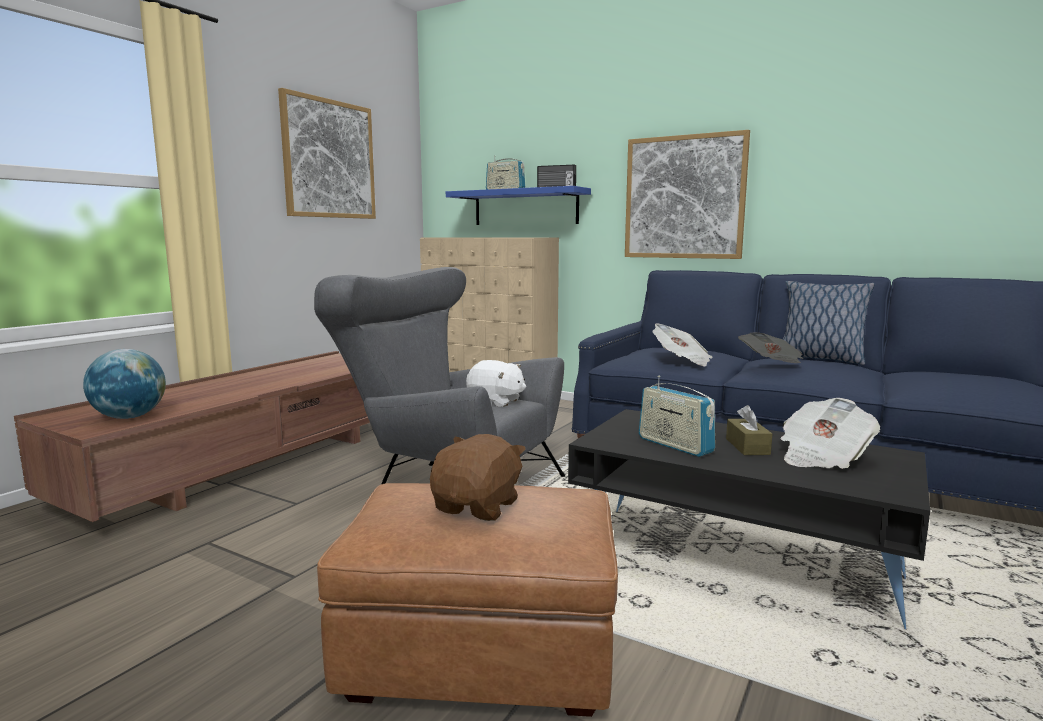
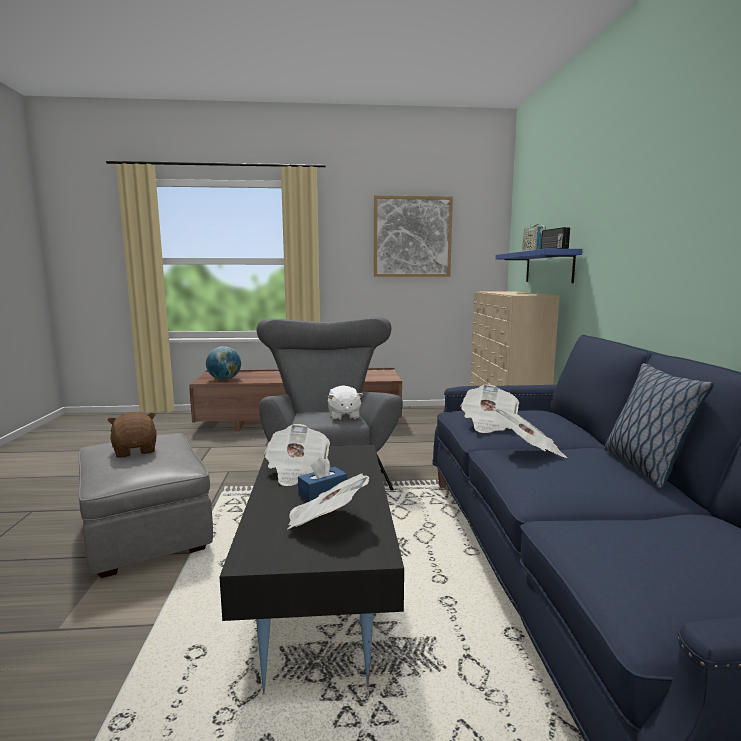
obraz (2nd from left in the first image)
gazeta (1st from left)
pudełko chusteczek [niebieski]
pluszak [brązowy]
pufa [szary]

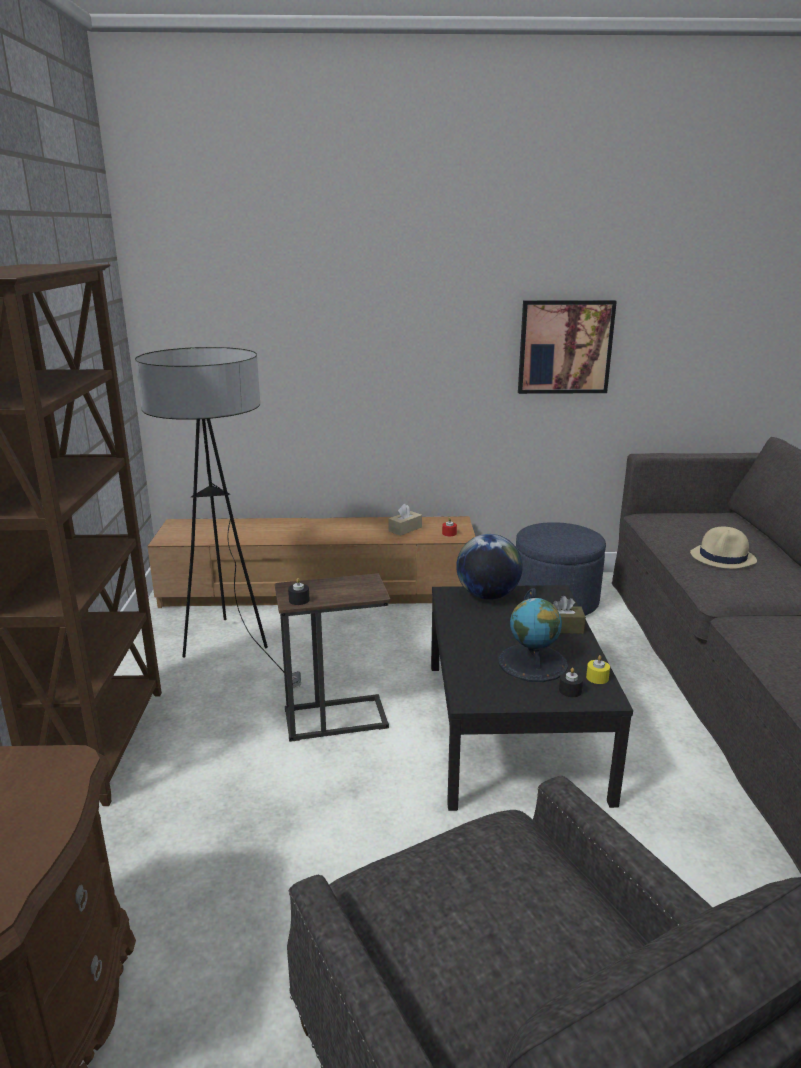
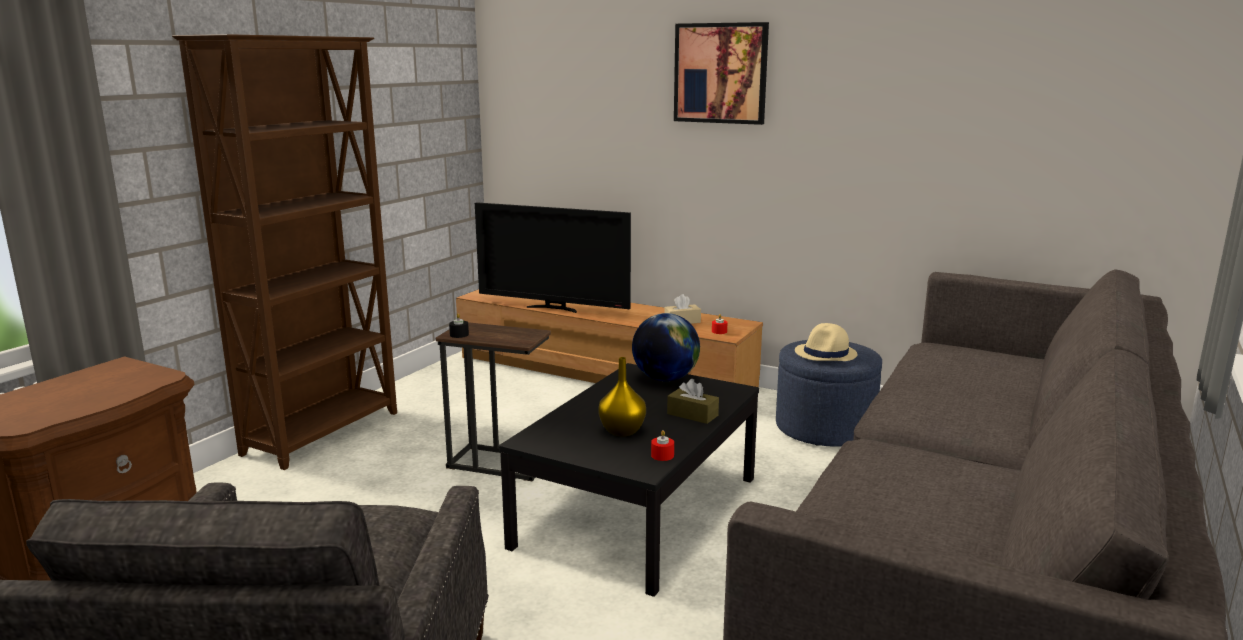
obraz
lampa stojąca
kapelusz [beżowy]
wazon [żółty]
świeca [czerwony] (1st from left)
świeca [czarny] (2nd from left in the first image)
telewizor

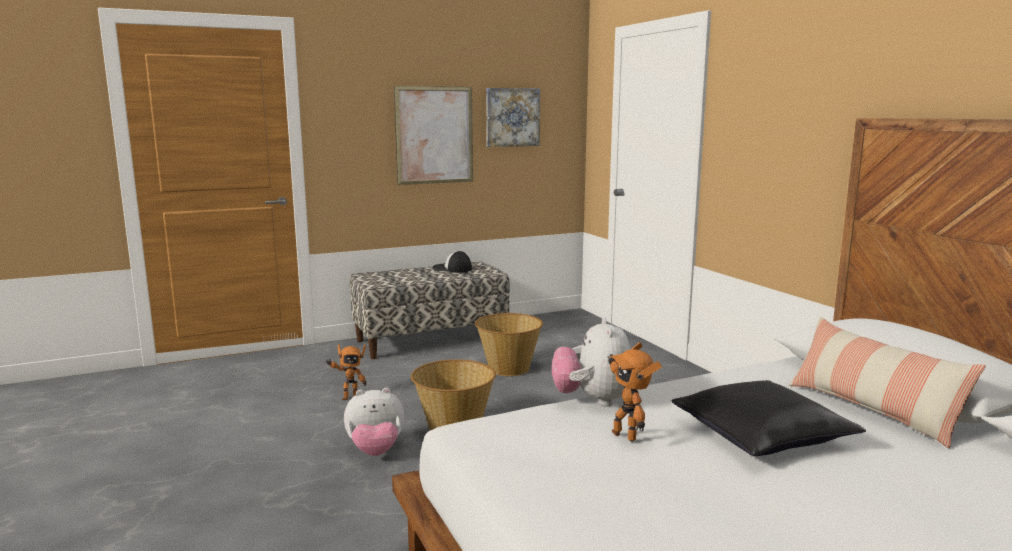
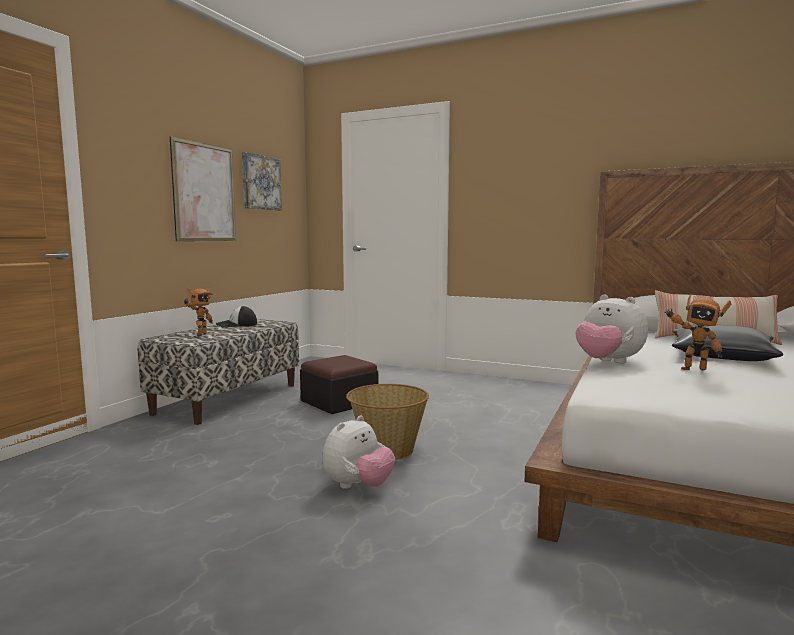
pufa
robot zabawkowy (1st from left)

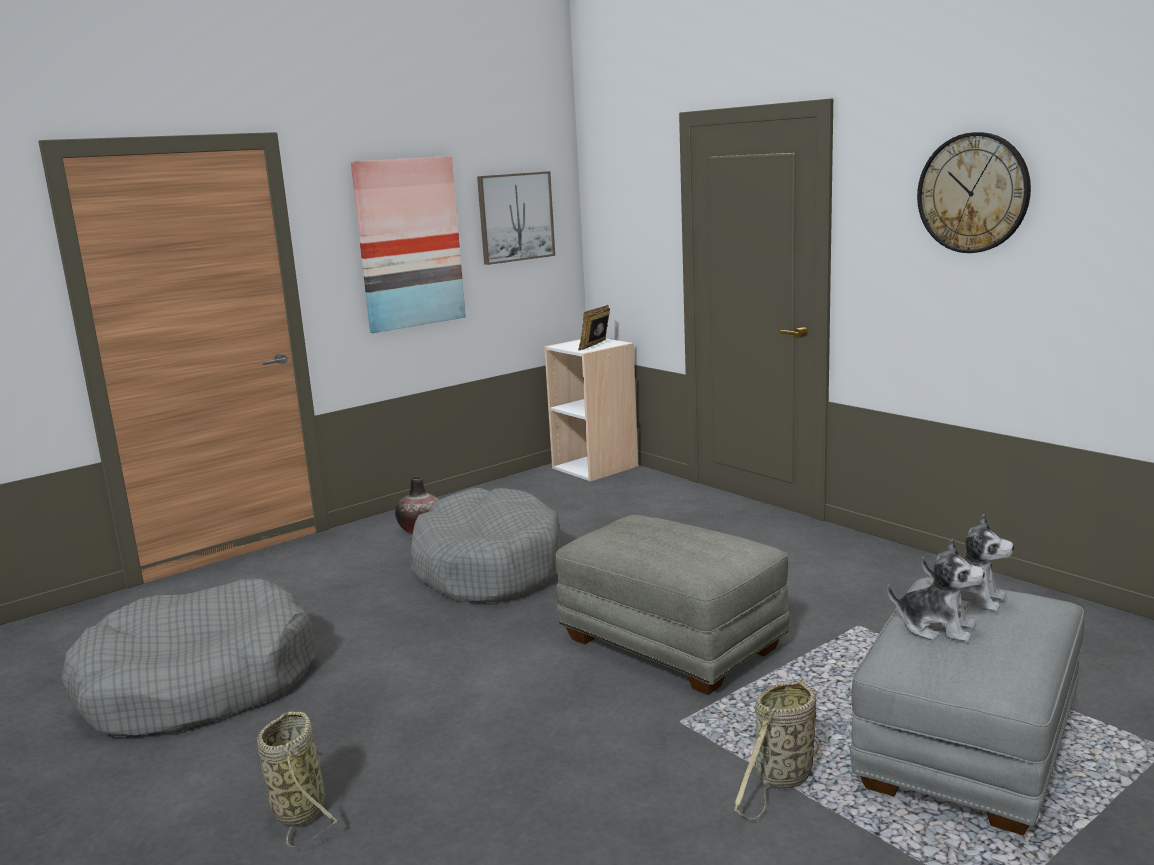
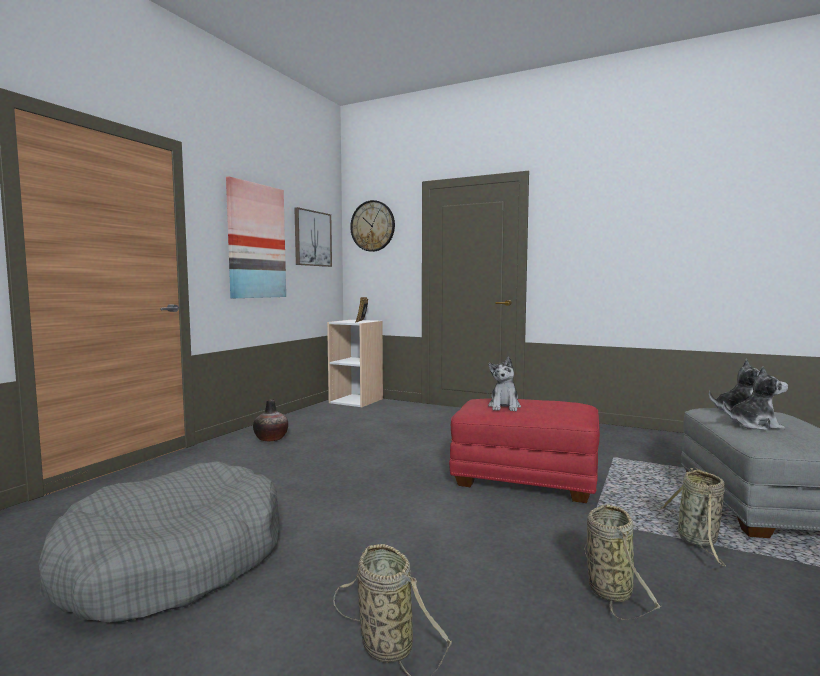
zegar ścienny
legowisko [szary] (2nd from left in the first image)
pufa [czerwony]
pluszak (1st from left)
koszyk (2nd from left)

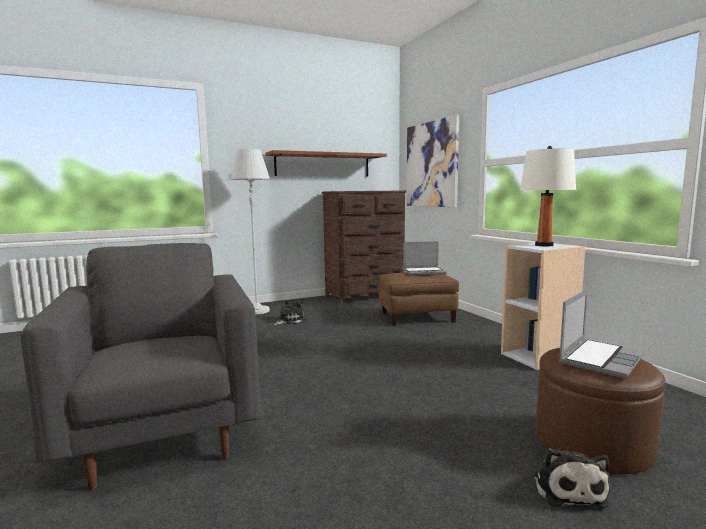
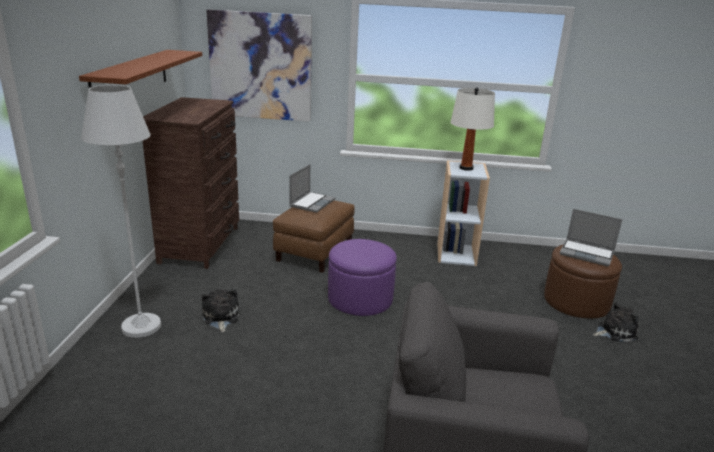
laptop (2nd from left)
pluszak (2nd from left)
pufa [fioletowy]

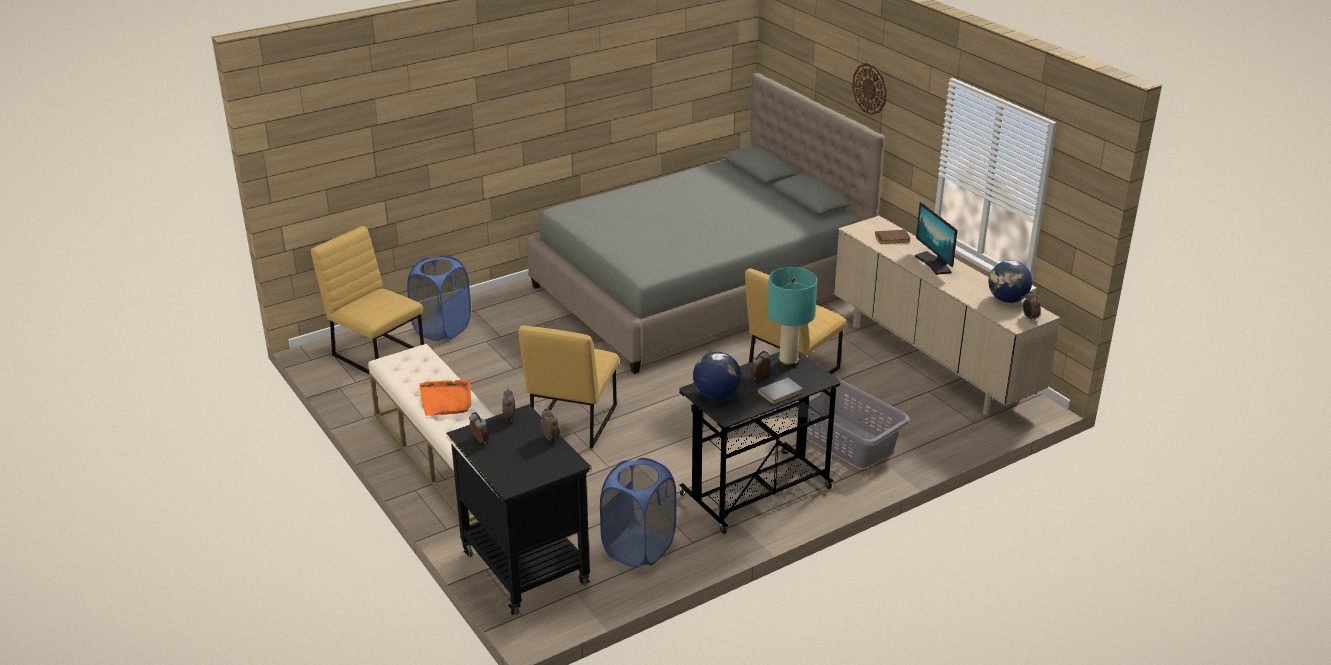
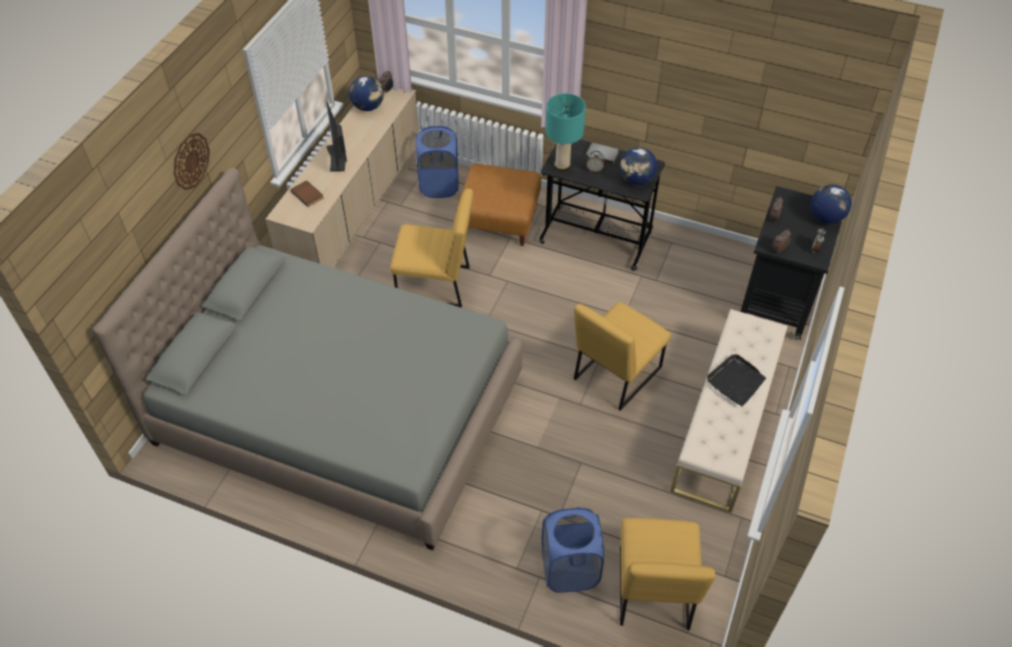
monitor
krzesło [żółty] (2nd from left)
pufa [brązowy]
taca [czarny]
kosz na pranie [niebieski] (1st from left)
globus (3rd from left)

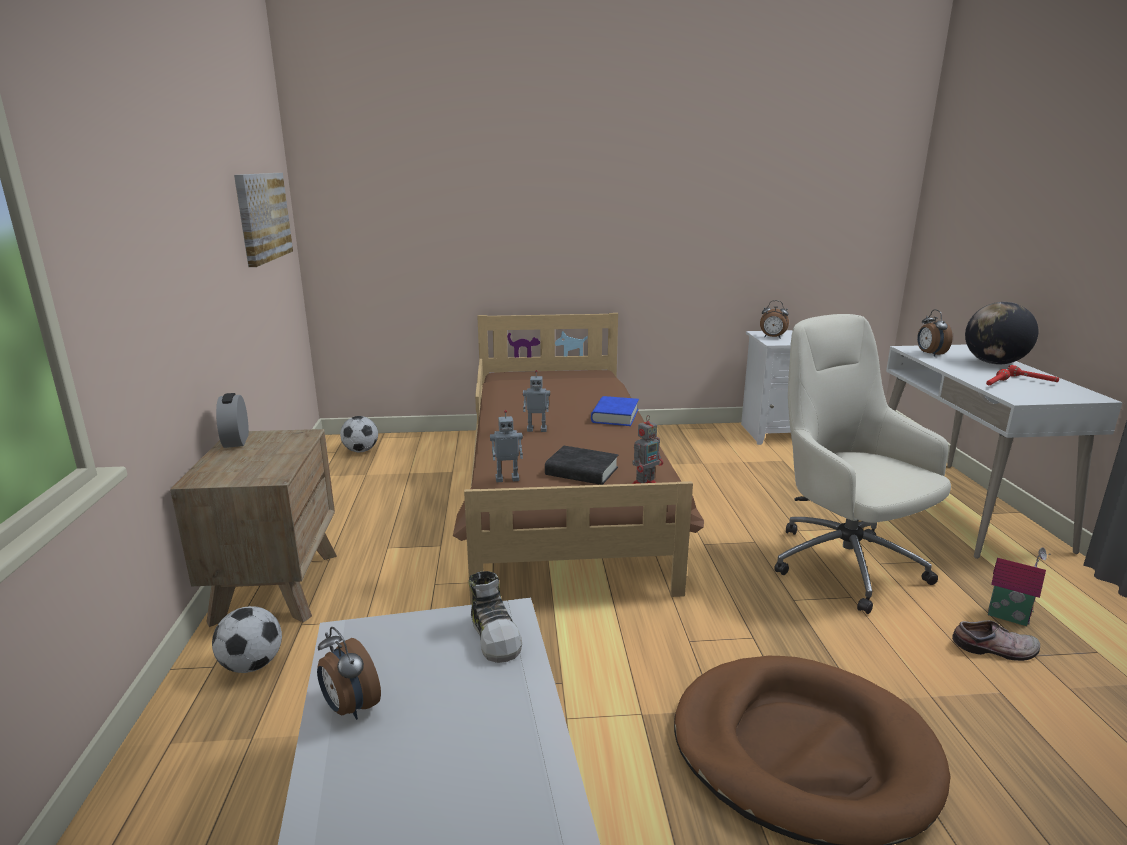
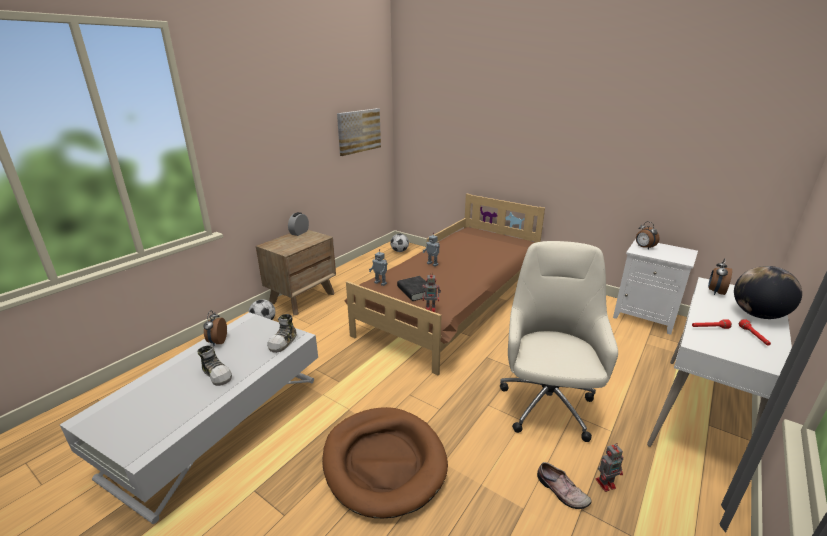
książka [niebieski]
robot zabawkowy (4th from left)
but (1st from left)

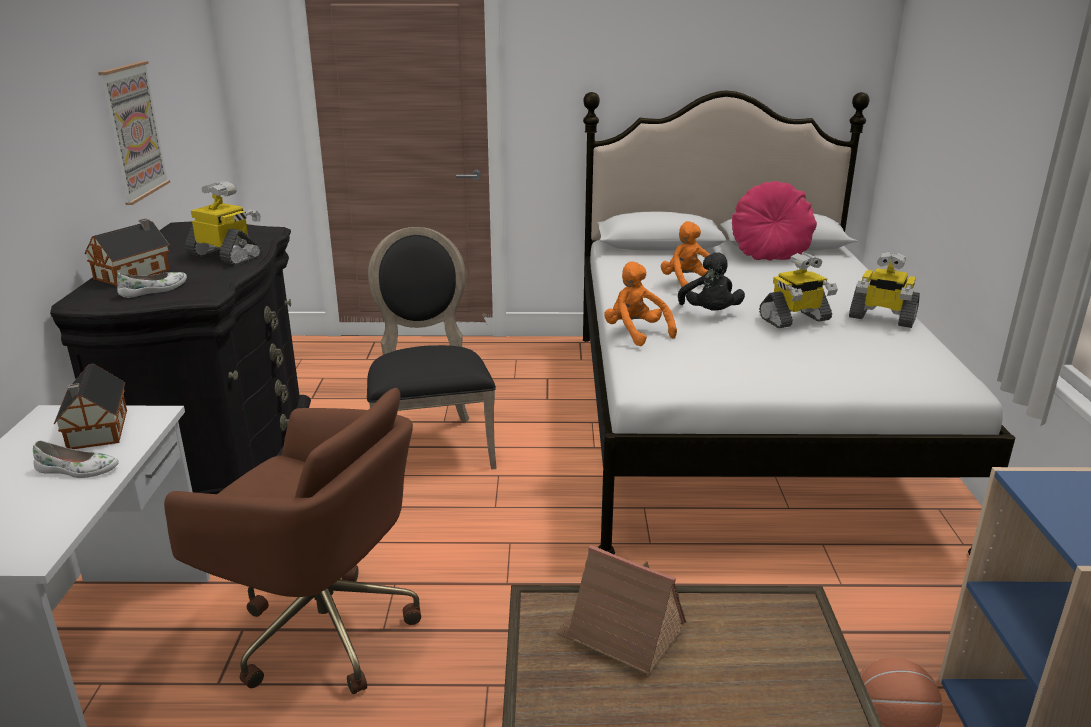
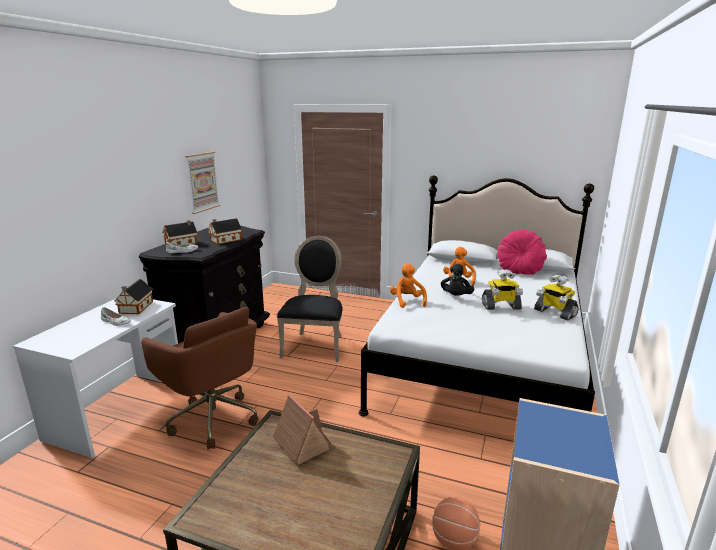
domek (3rd from left)

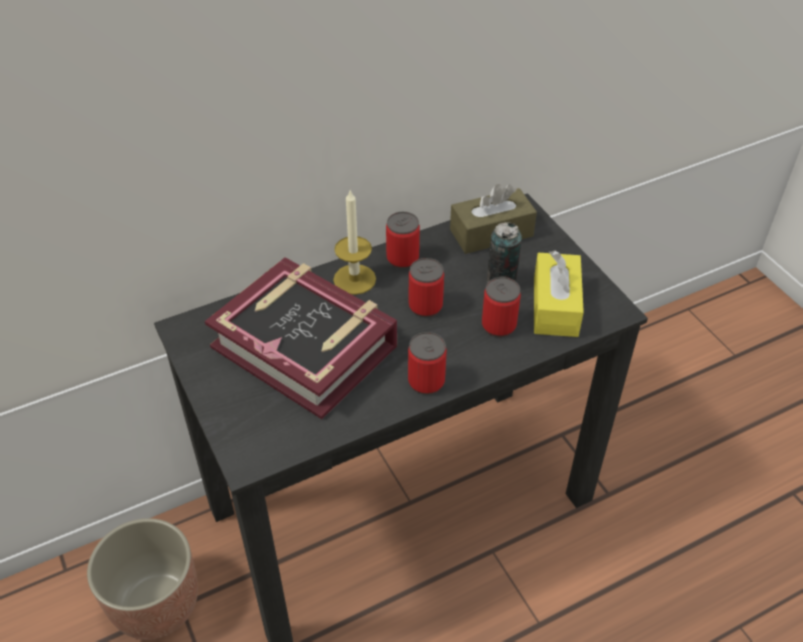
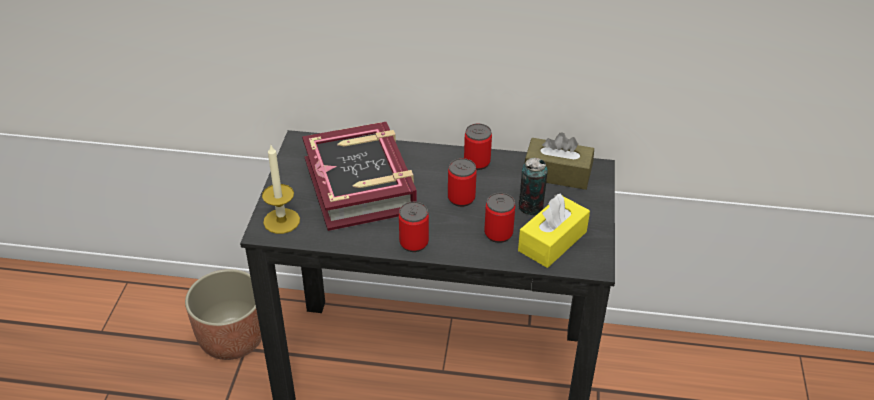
świeca

